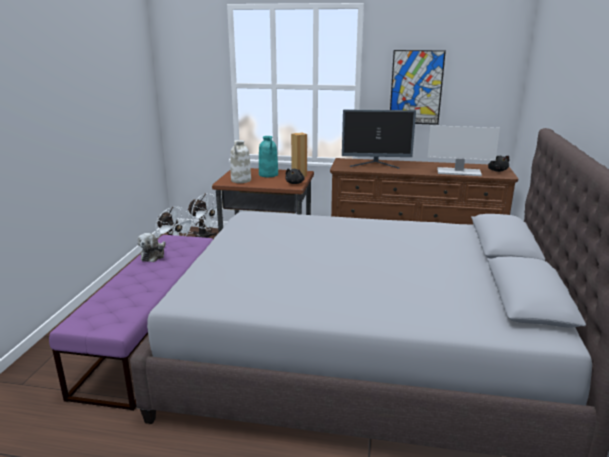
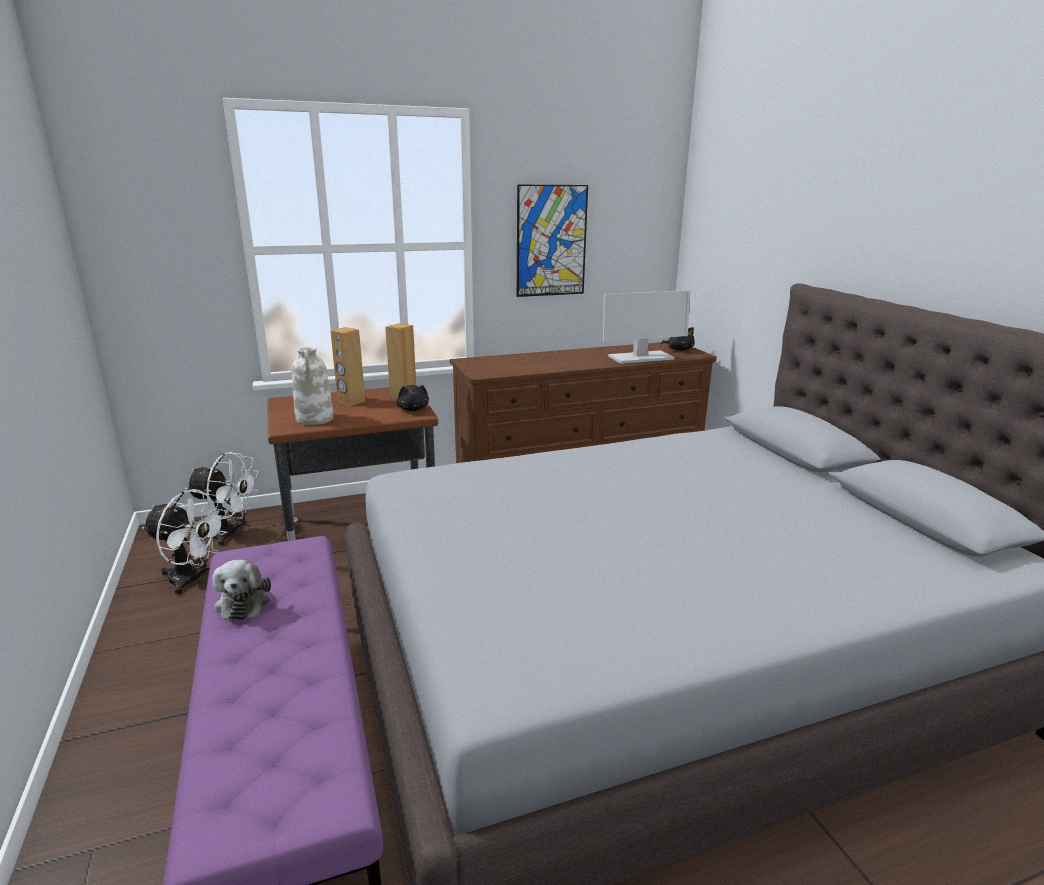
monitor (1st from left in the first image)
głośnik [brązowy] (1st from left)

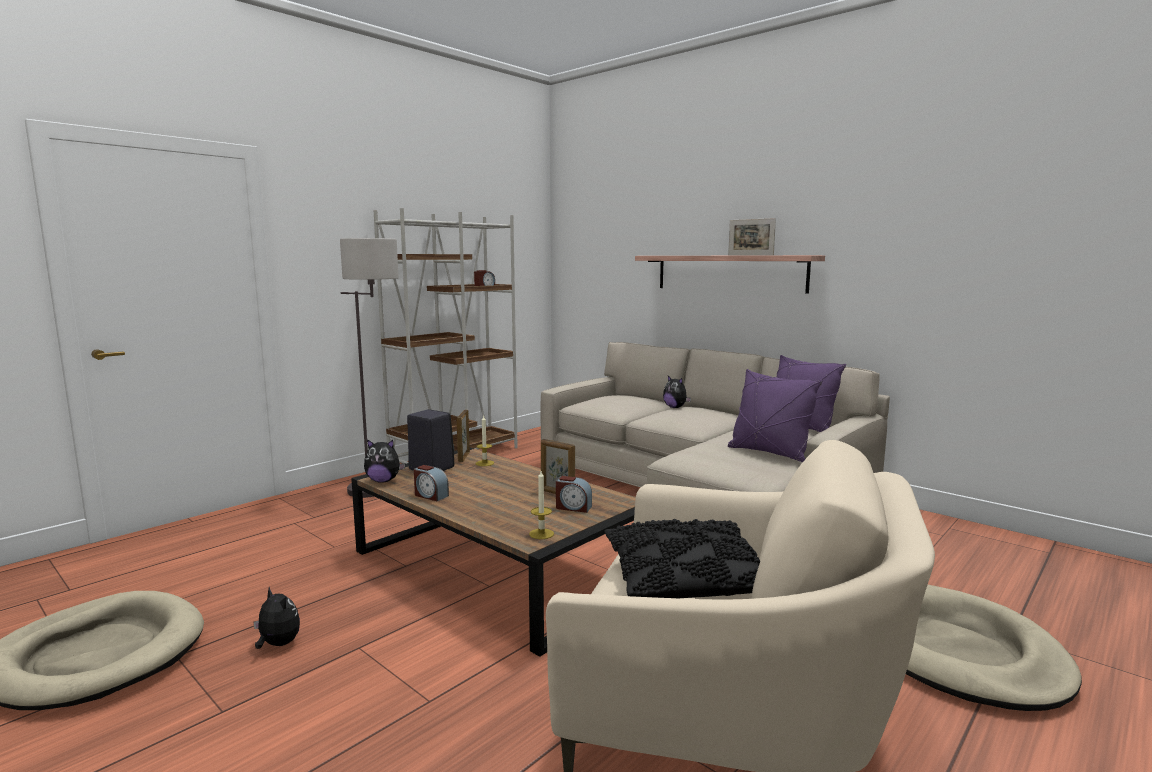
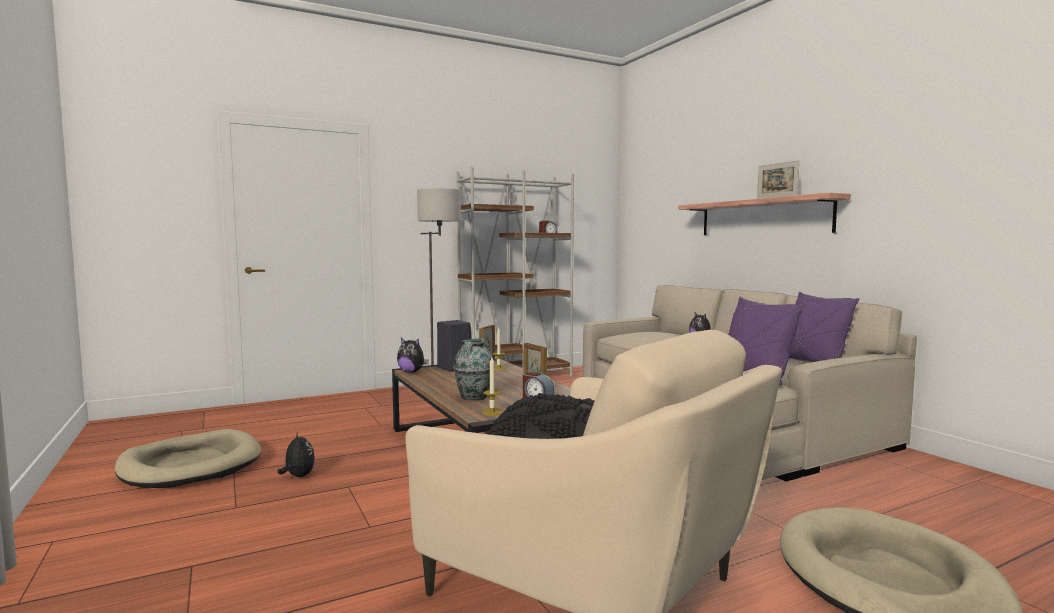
budzik (1st from left in the first image)
wazon

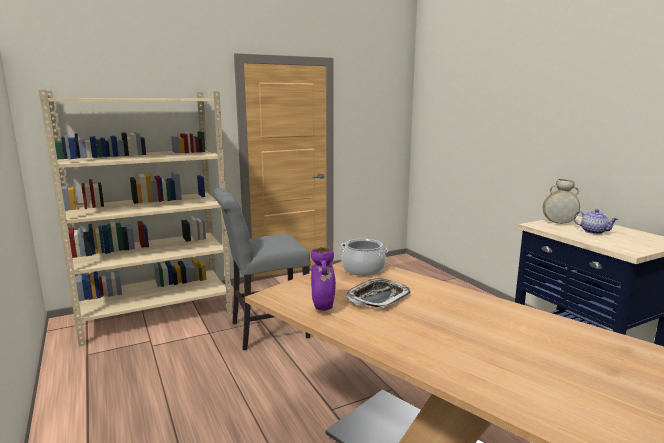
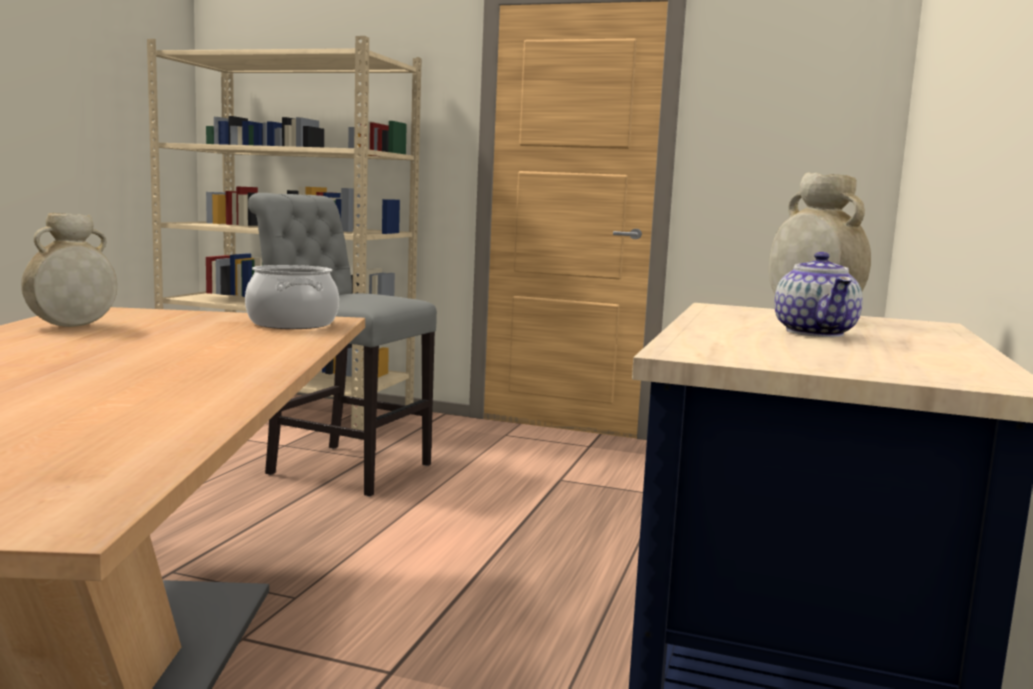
wazon [beżowy] (1st from left)
taca

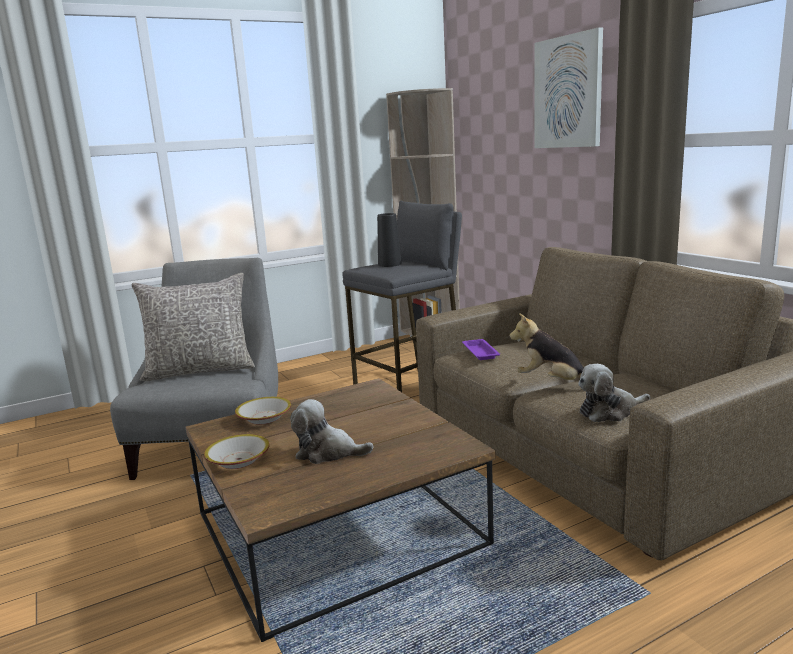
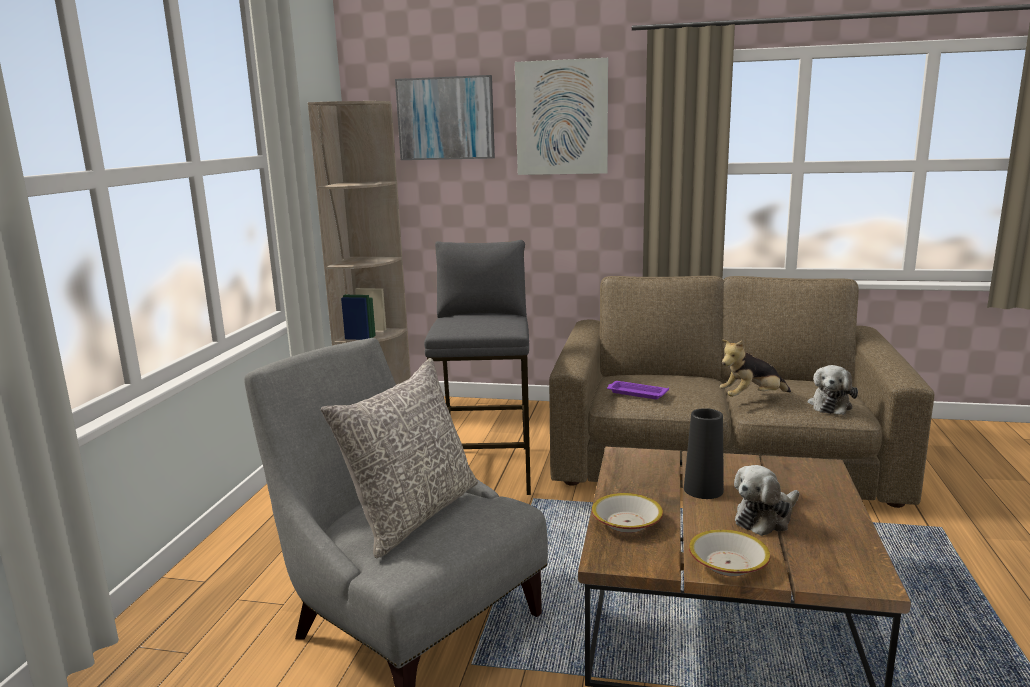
wazon [czarny]
obraz (1st from left)

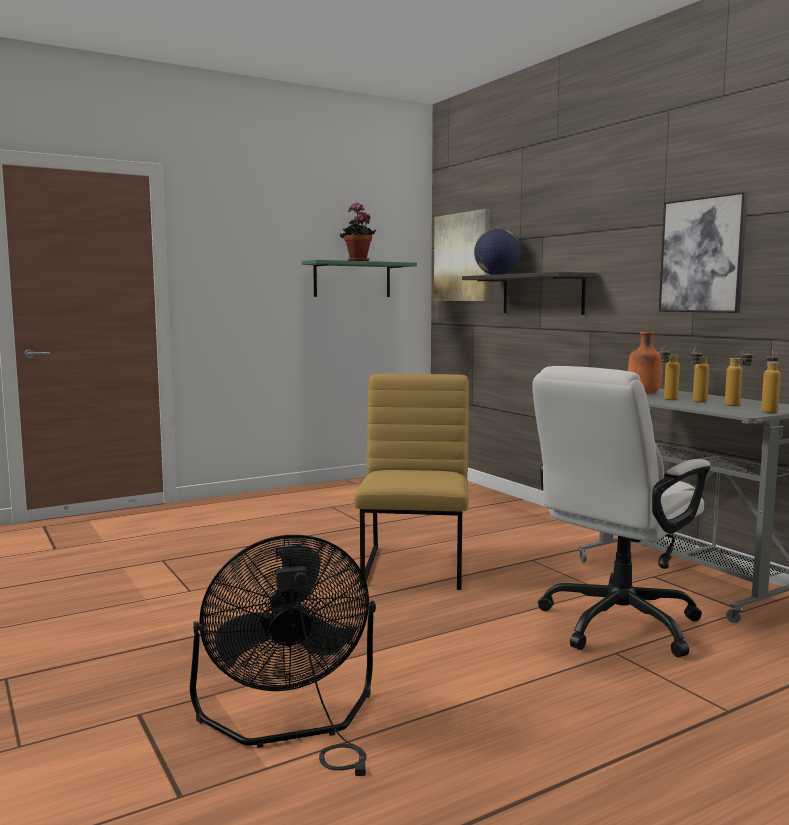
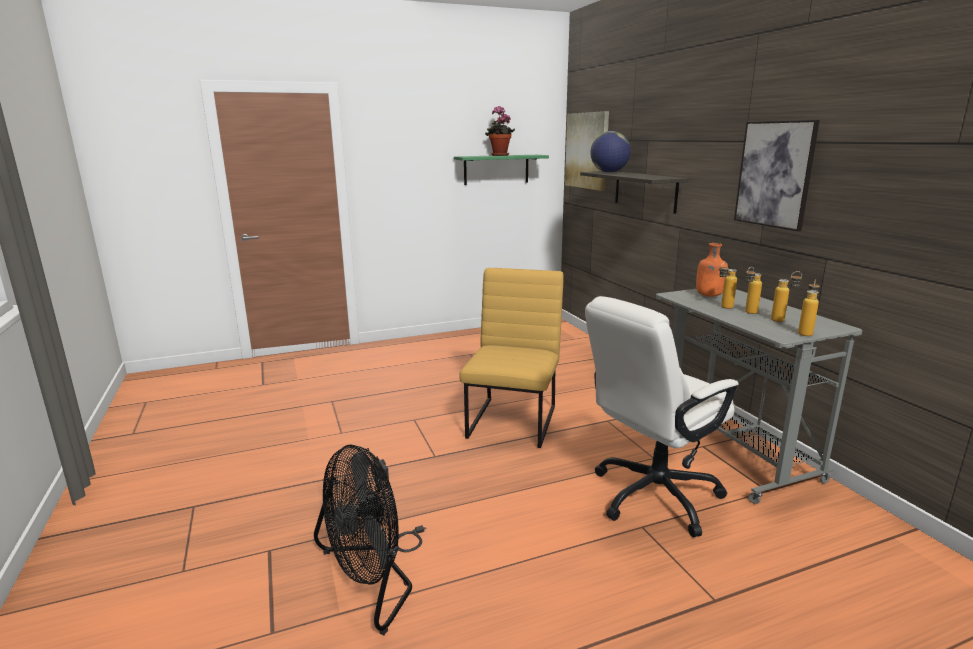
wentylator [czarny]

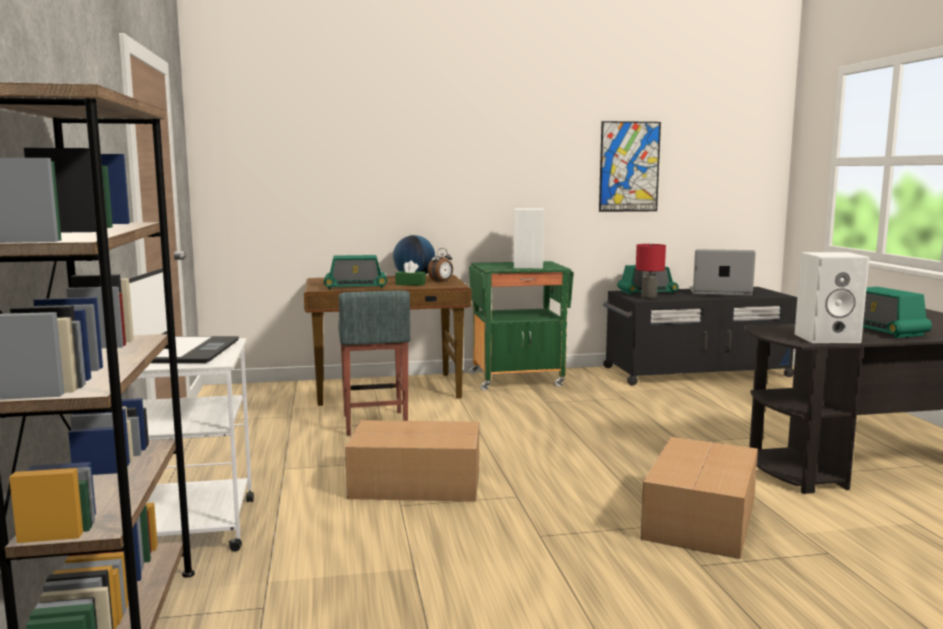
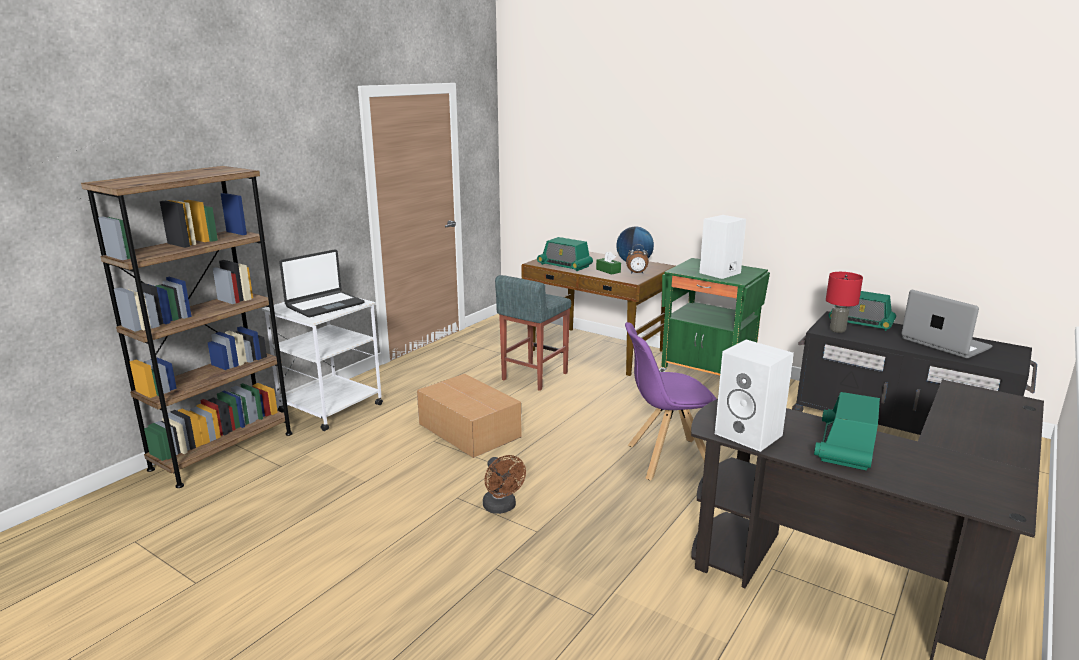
obraz
karton (2nd from left in the first image)
krzesło [fioletowy]
wentylator [brązowy]

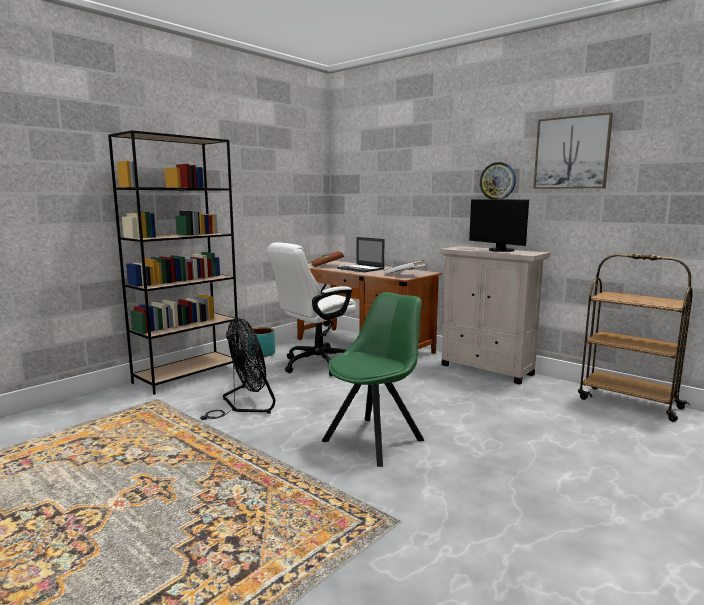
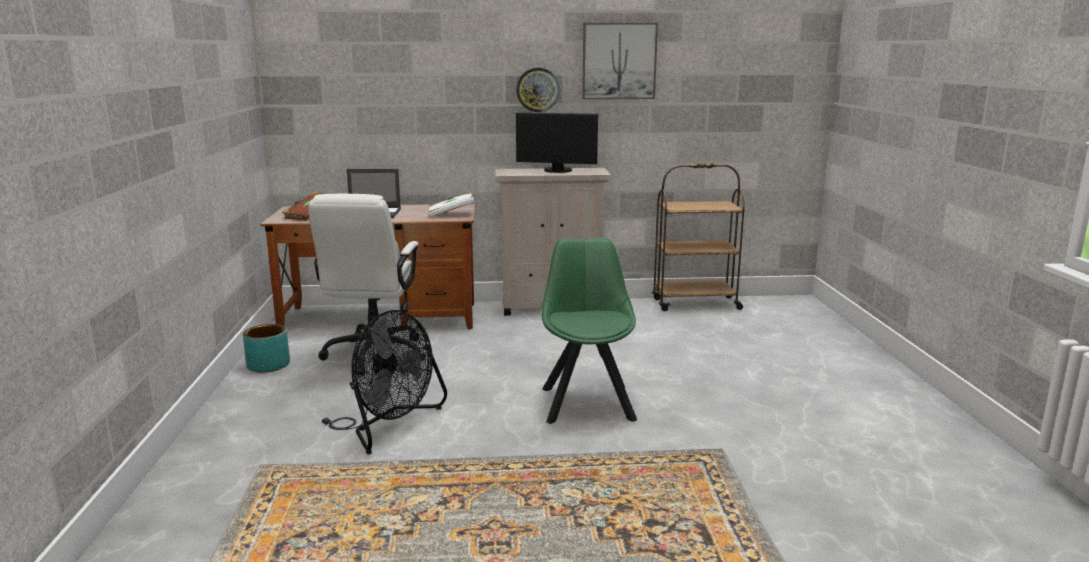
regał [beżowy]
wentylator [czarny]

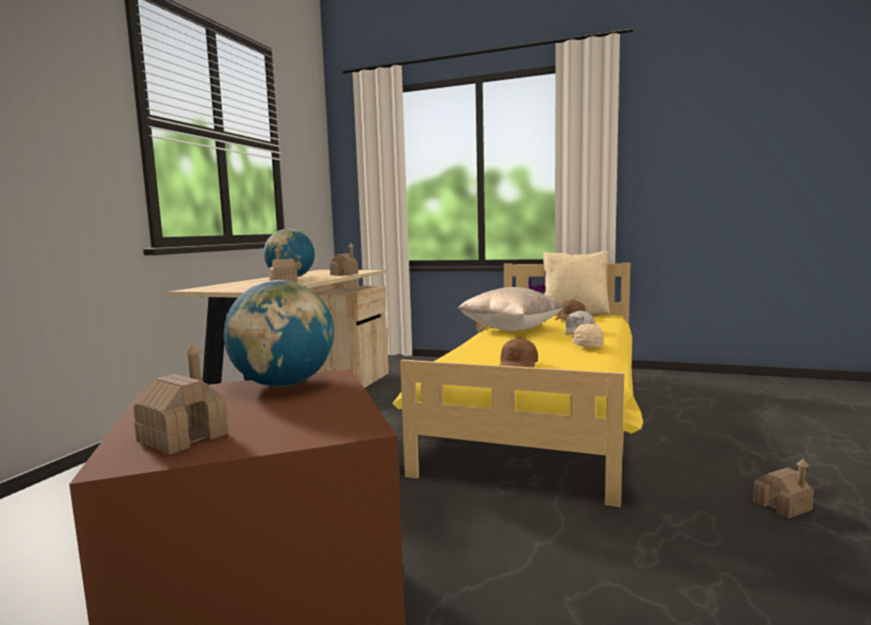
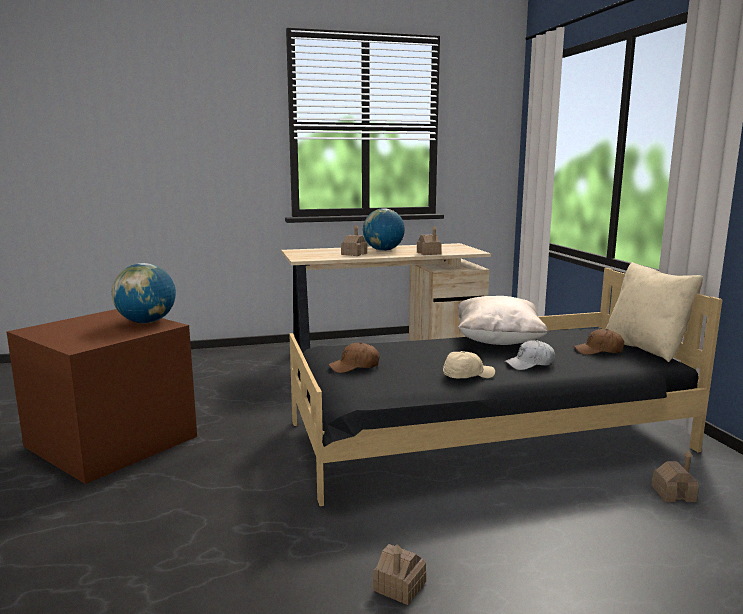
łóżko [czarny]
domek (4th from left)

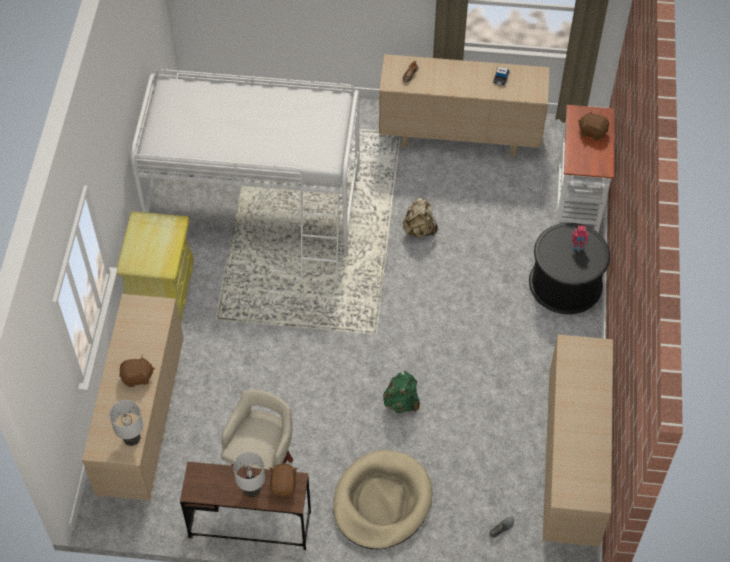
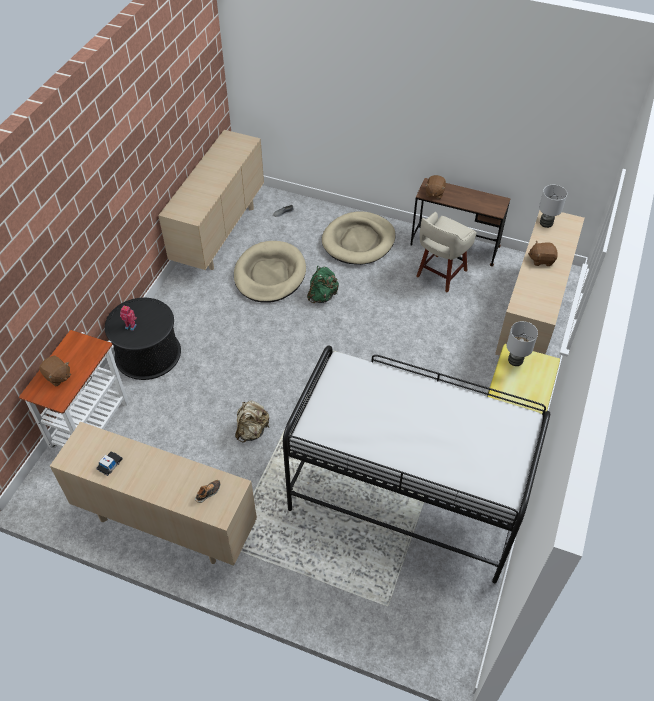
łóżko [czarny]
lampa stołowa [szary] (1st from left)
legowisko [beżowy] (1st from left)

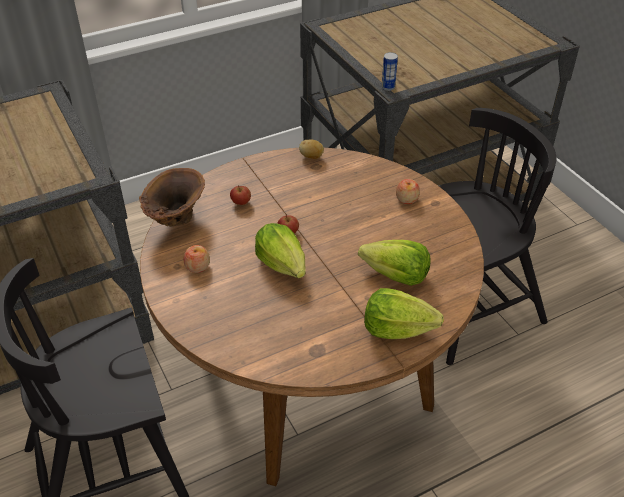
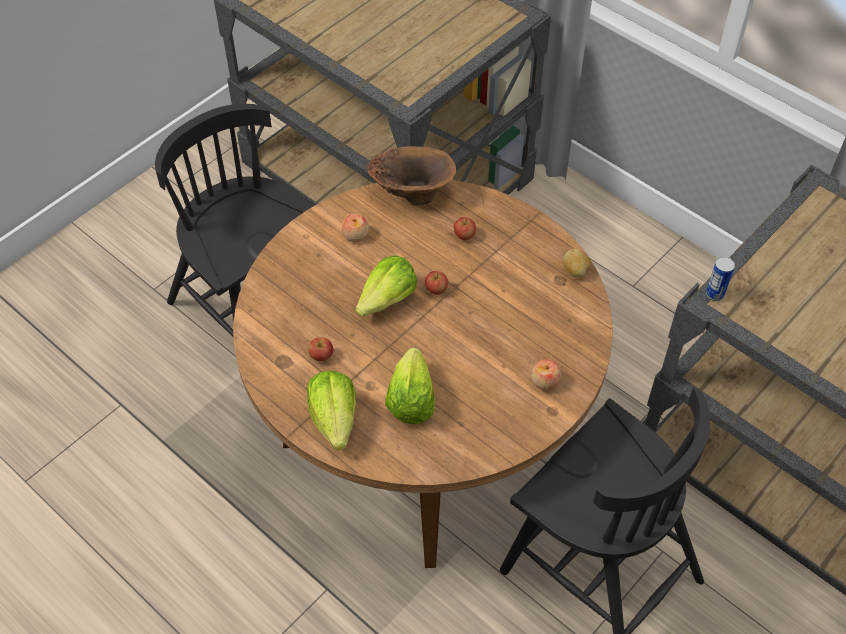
jabłko (1st from left)

